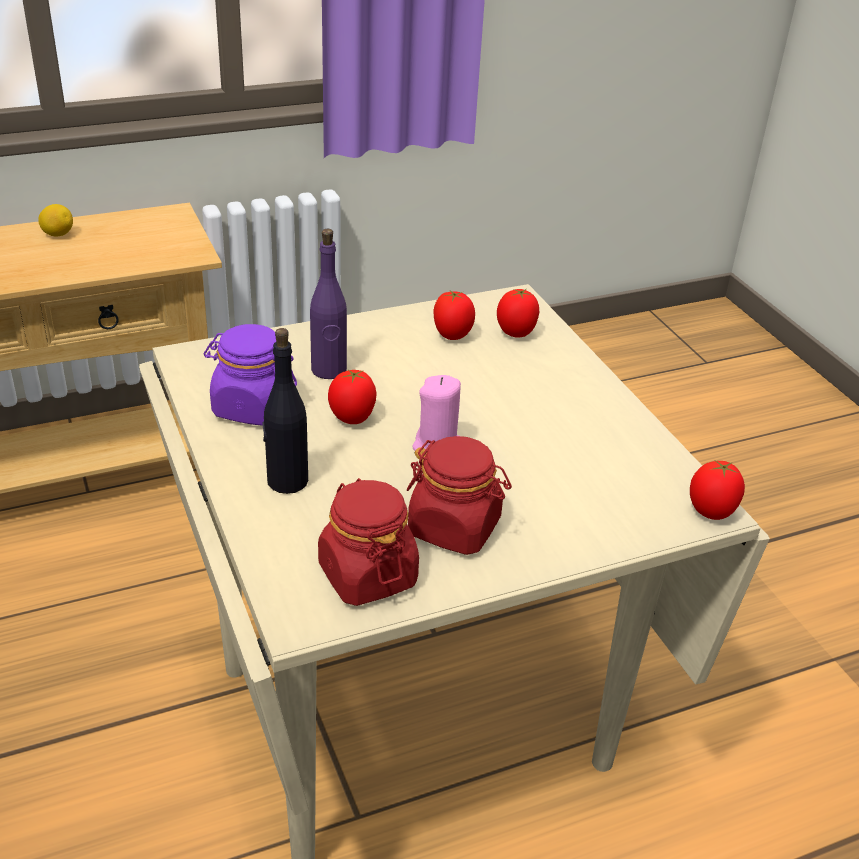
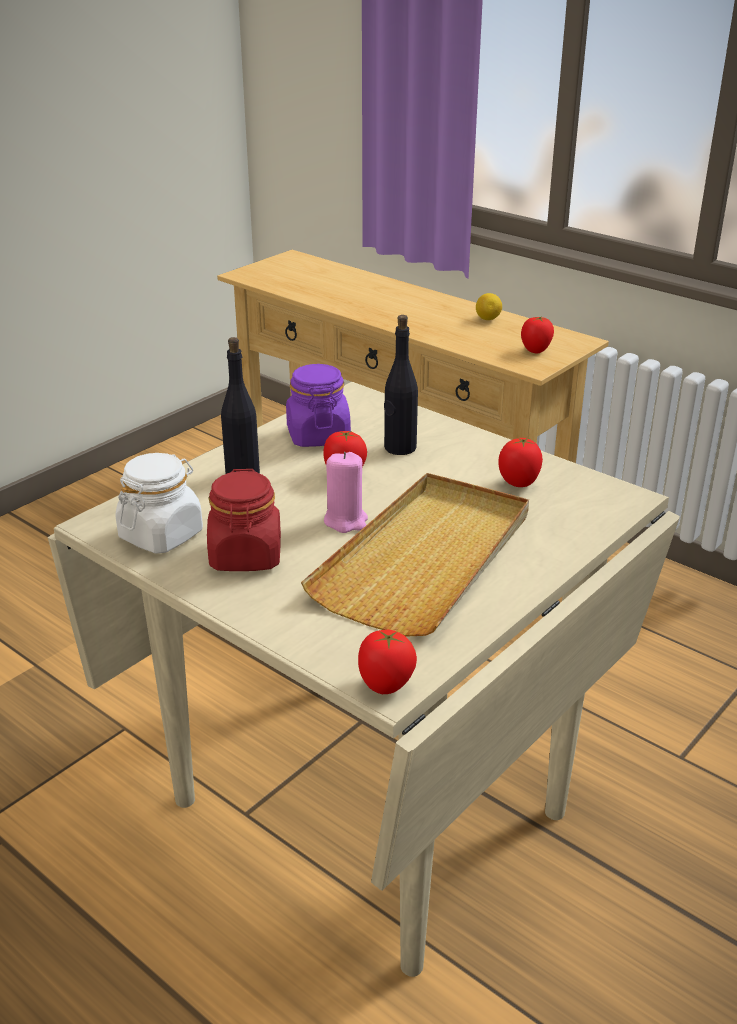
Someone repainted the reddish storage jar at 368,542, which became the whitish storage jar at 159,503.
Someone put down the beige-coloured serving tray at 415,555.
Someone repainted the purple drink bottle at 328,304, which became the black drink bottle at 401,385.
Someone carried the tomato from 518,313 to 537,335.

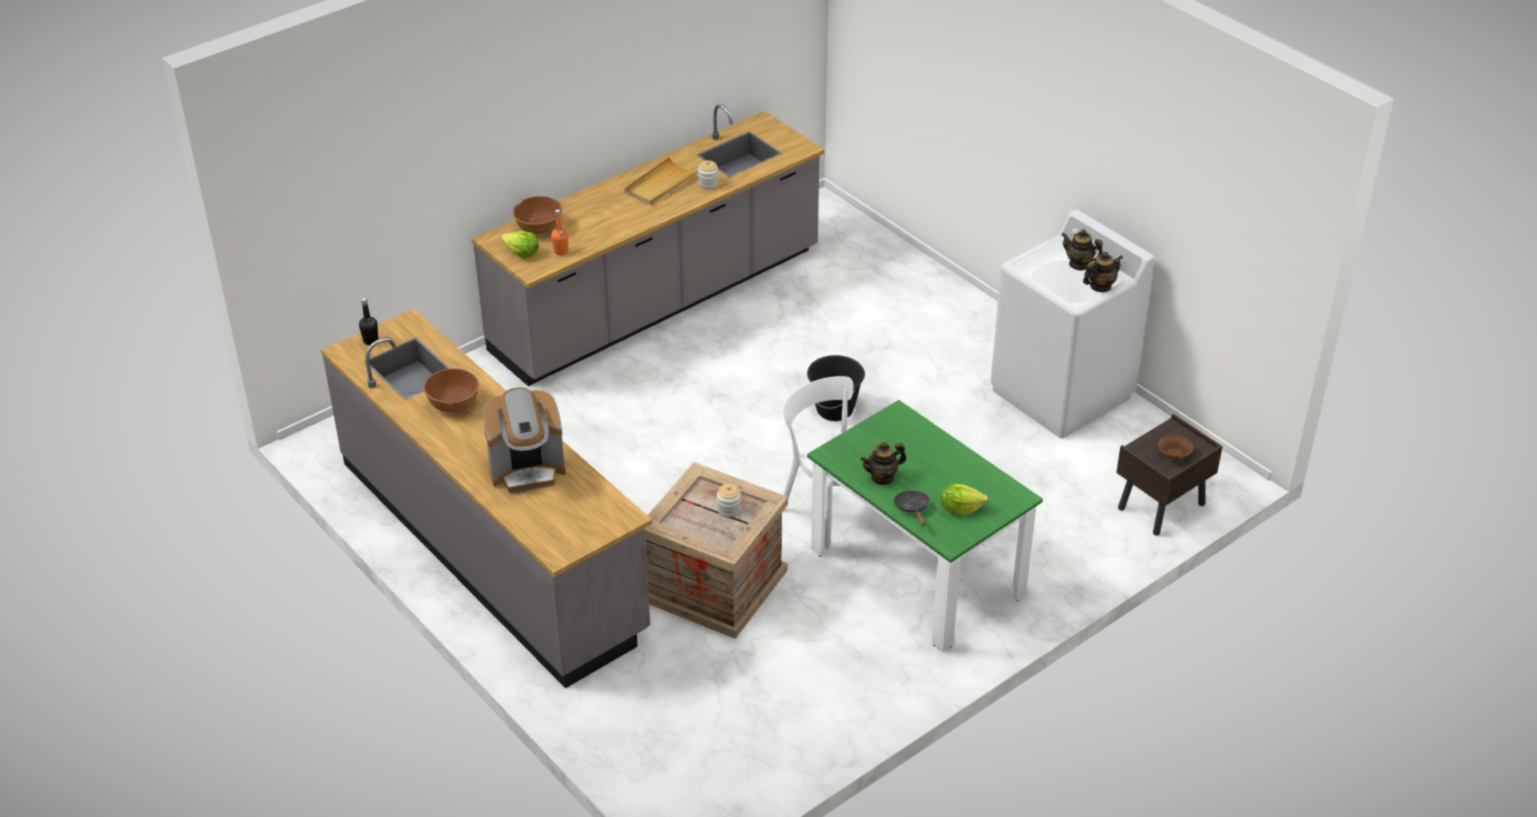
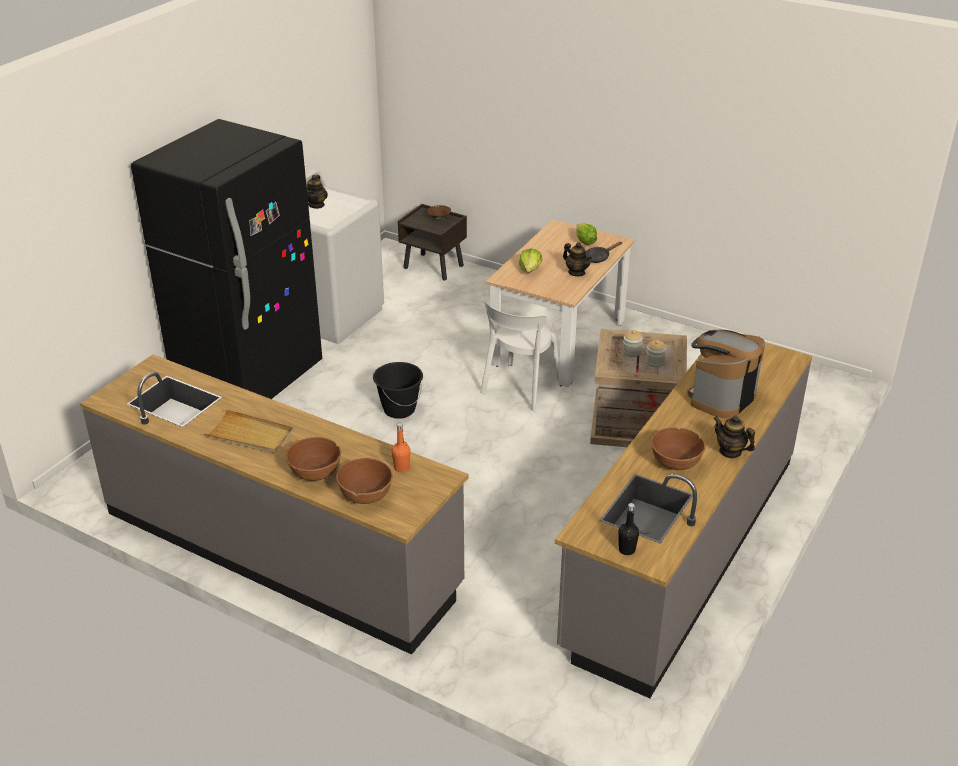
Someone put down the black refrigerator at 226,259.
Someone put down the brown bowl at 313,459.
Someone repainted the greenish kitchen table at 925,525, which became the beige-coloured kitchen table at 560,303.
Someone carried the head of lettuce from 520,244 to 530,260.
Someone carried the storage jar from 708,175 to 656,353.
Someone rotated the coffee machine at 524,440 by 105 degrees counterclockwise.
Someone carried the teapot from 1103,272 to 734,437.

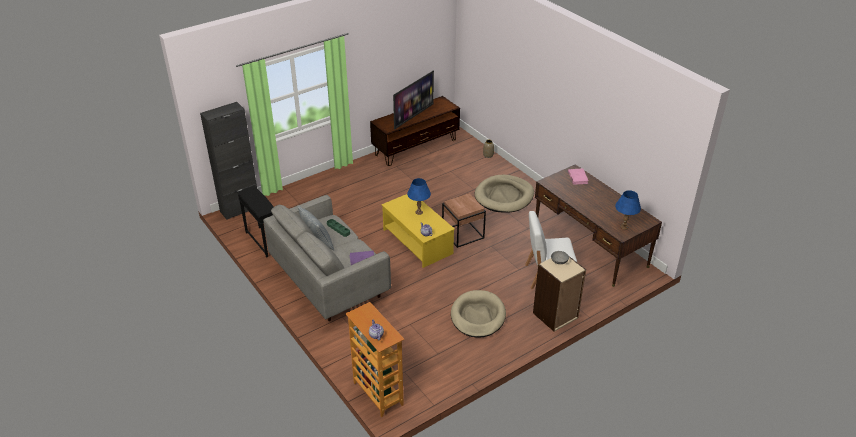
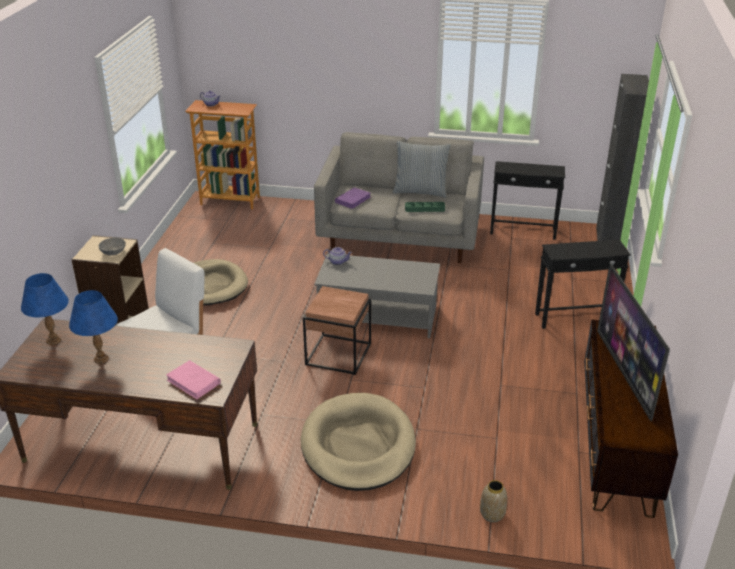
Someone carried the blue lamp for a table from 419,196 to 93,327.
Someone repainted the yellow coffee table at 418,231, which became the grey coffee table at 377,295.
Someone put down the black side table at 583,284.

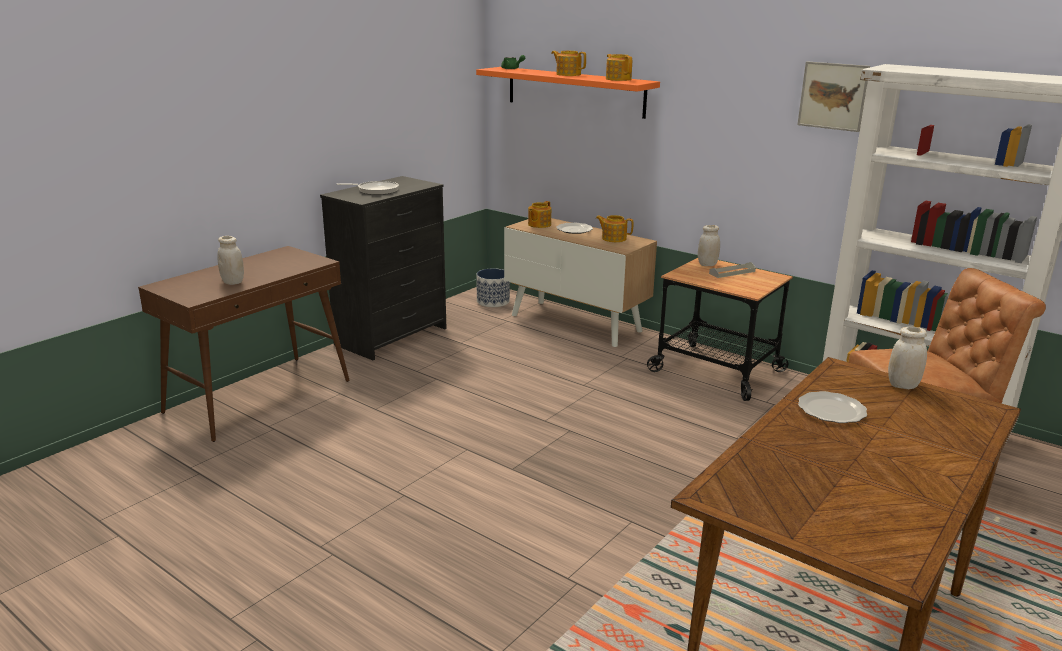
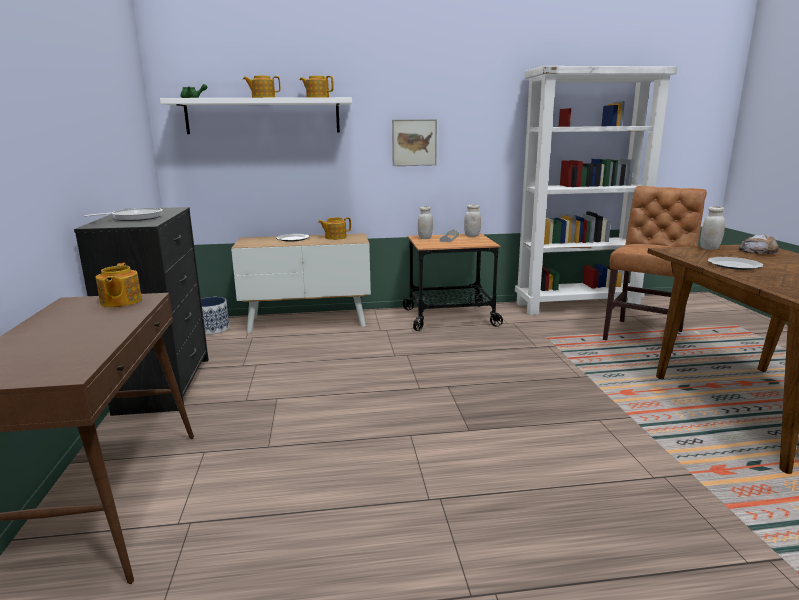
Someone carried the teapot from 539,214 to 119,285.
Someone repainted the orange-coloured shelf at 568,93, which became the whitish shelf at 256,115.
Someone carried the picture from 833,96 to 414,142.
Someone carried the whitish storage jar from 230,260 to 472,221.
Someone put down the baked bread at 759,244.

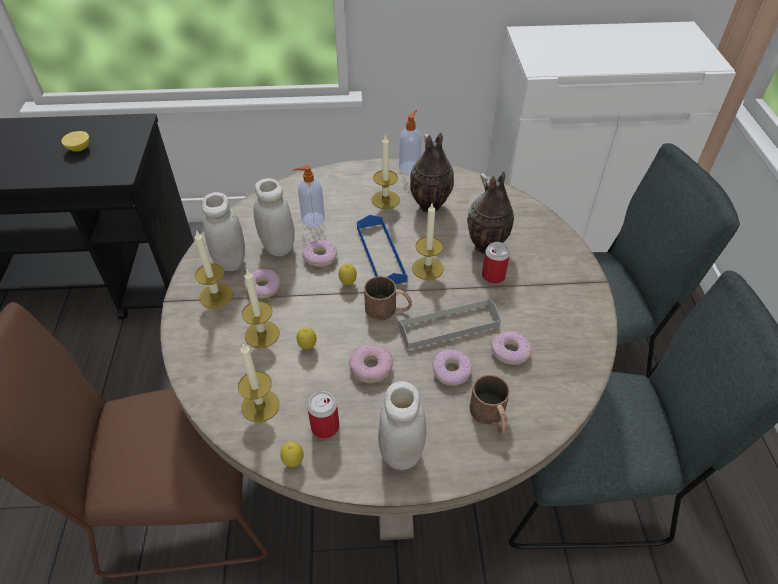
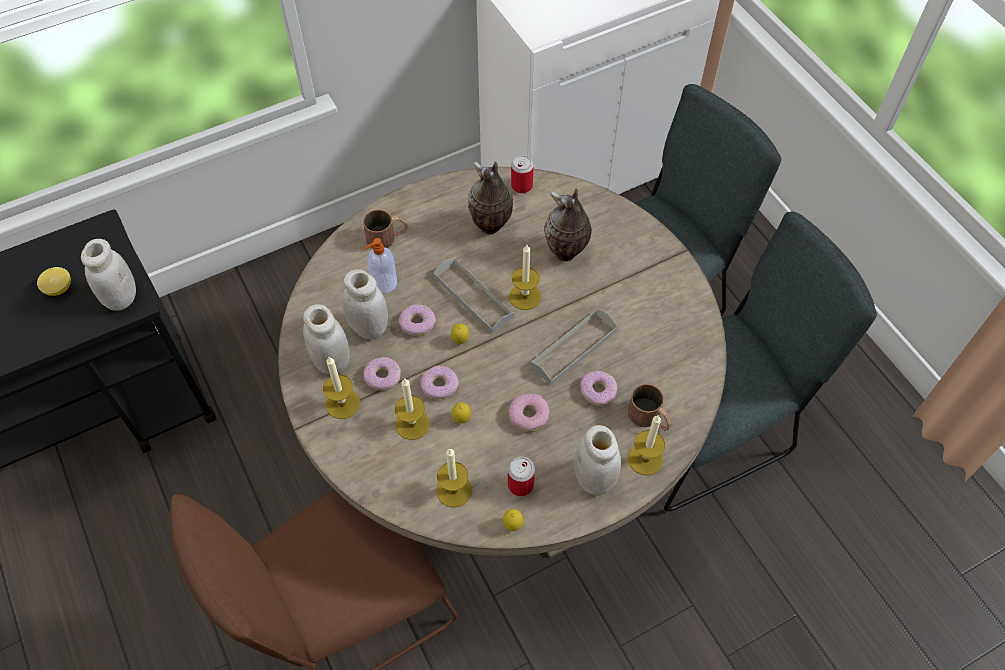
Someone put down the whitish storage jar at 108,275.
Someone carried the brown mug from 388,298 to 385,229.
Someone carried the donut from 511,348 to 439,382.
Someone repainted the blue serving tray at 382,249, which became the grey serving tray at 473,295.
Someone carried the sealed can from 496,263 to 522,174.
Someone carried the wax light from 385,172 to 646,445.
Someone took away the soap dispenser at 410,142.

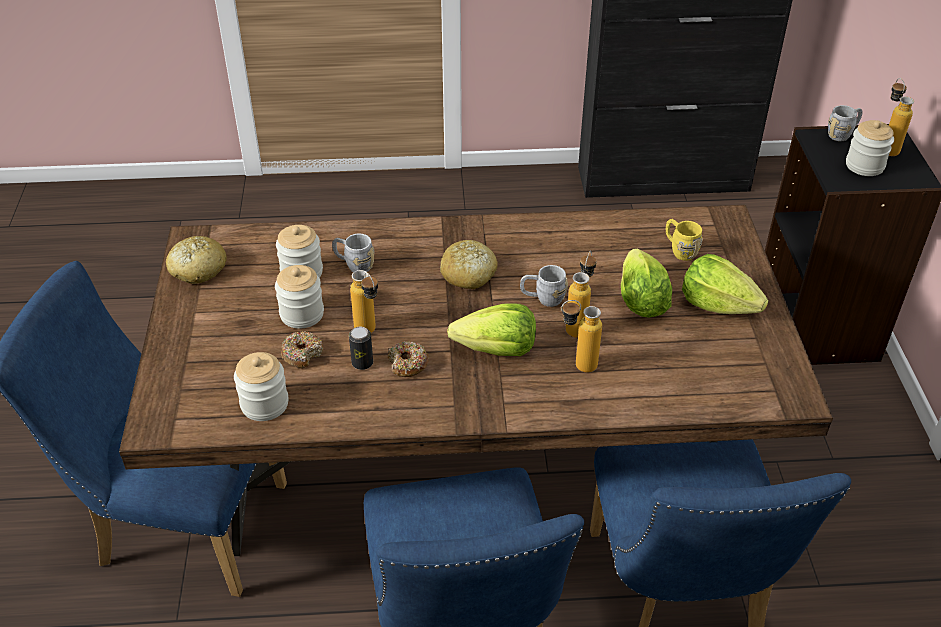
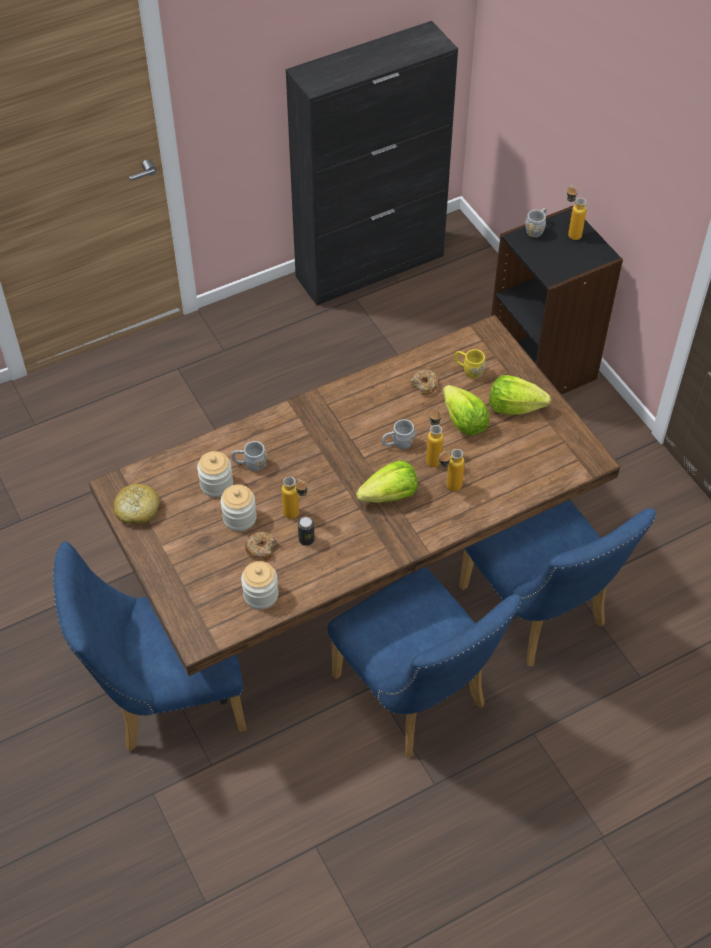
Someone carried the donut from 408,359 to 425,382.
Someone took away the baked bread at 469,264.
Someone took away the storage jar at 870,148.

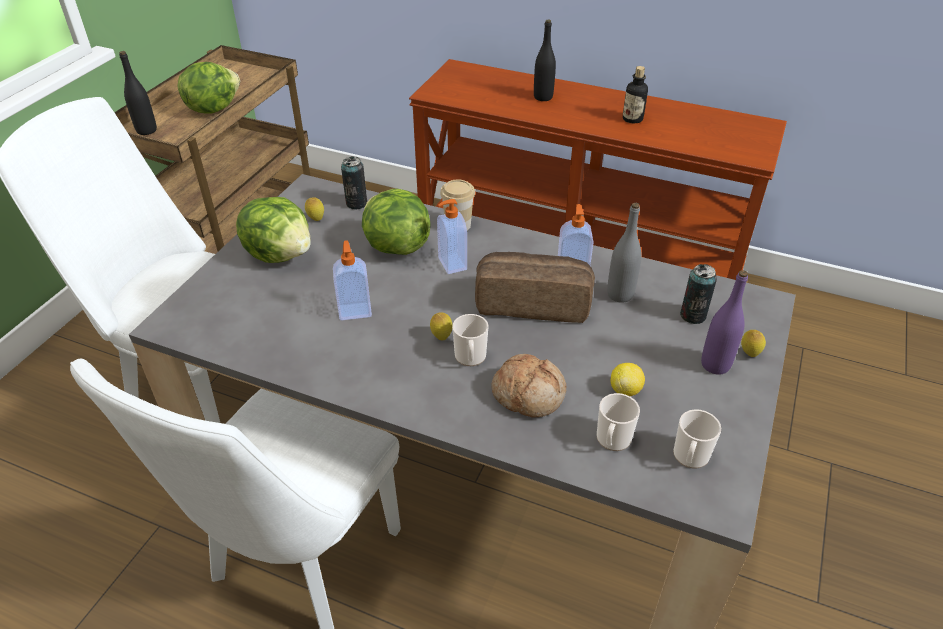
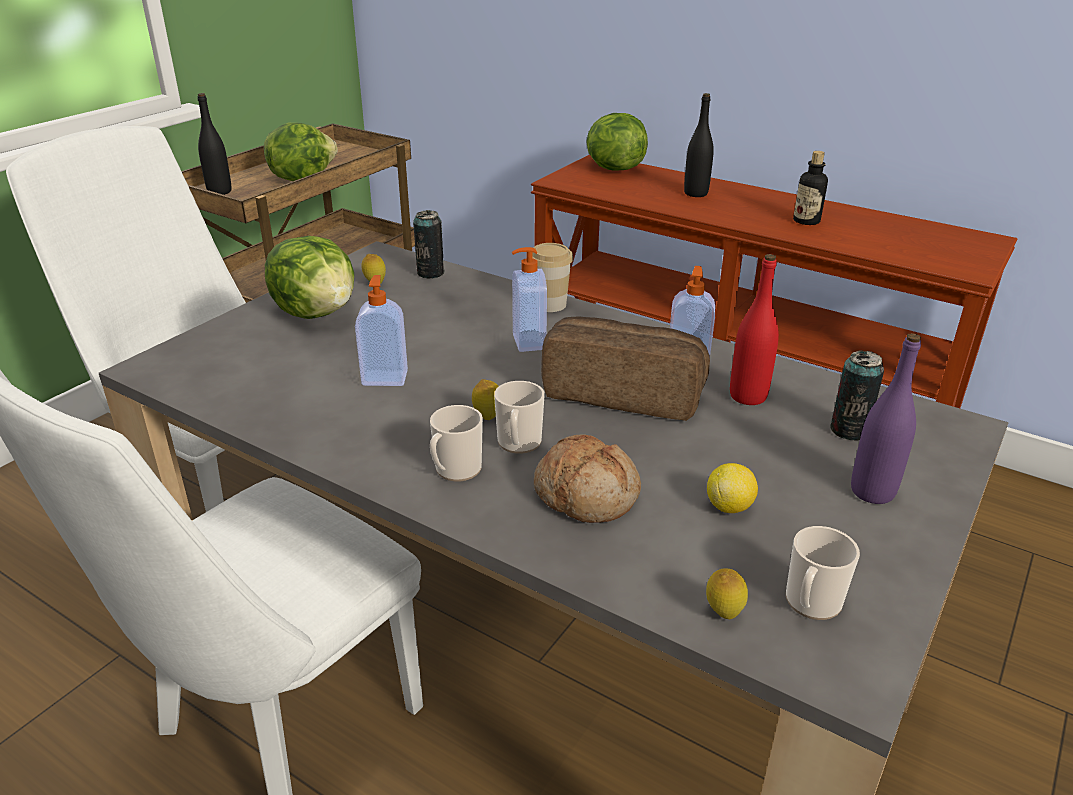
Someone carried the mug from 618,422 to 456,443.
Someone carried the head of lettuce from 396,222 to 617,141.
Someone carried the whole lemon from 753,343 to 727,593.
Someone repainted the grey drink bottle at 624,253, which became the reddish drink bottle at 754,329.

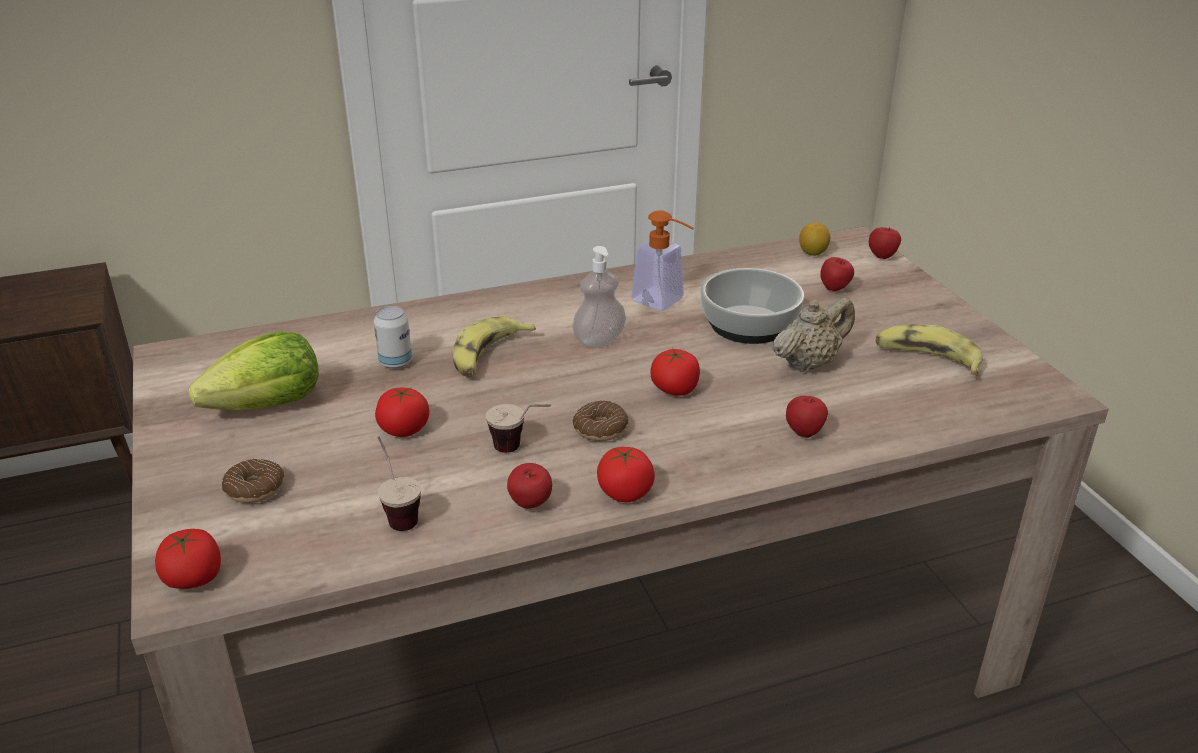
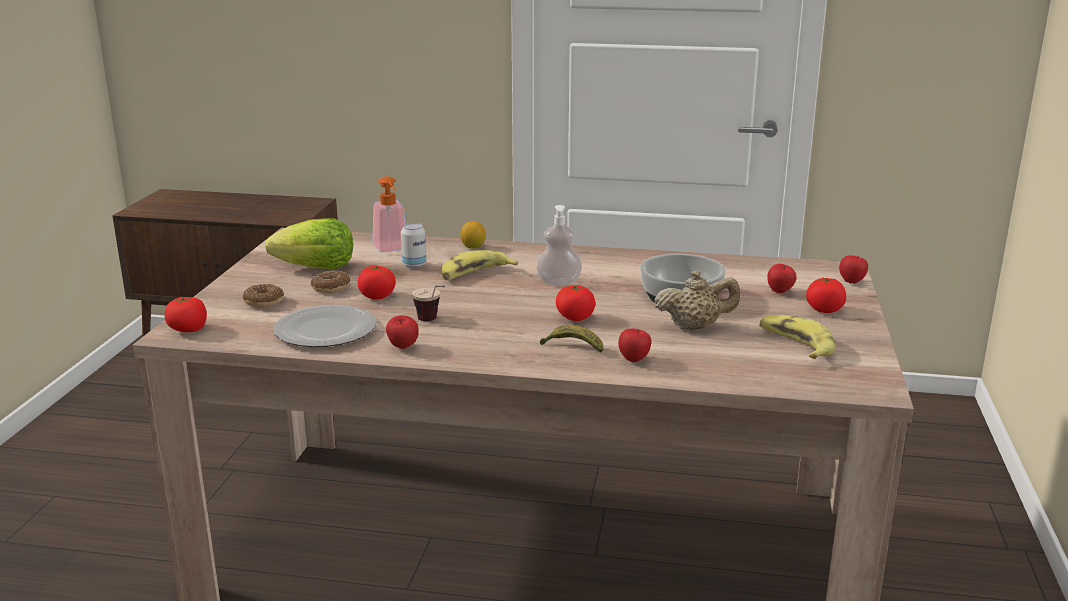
Someone swapped the cup at 399,483 for the flat dish at 324,326.
Someone carried the donut from 600,421 to 330,282.
Someone carried the soap dispenser from 662,260 to 389,214.
Someone carried the whole lemon from 814,239 to 473,234.
Someone put down the banana at 572,339.
Someone carried the tomato from 626,474 to 826,295.

